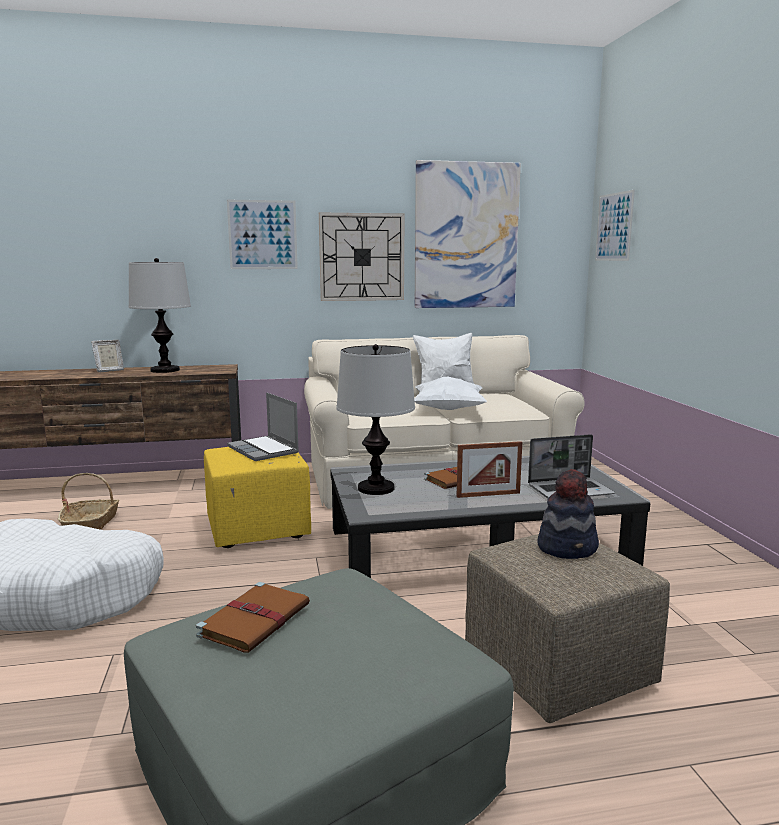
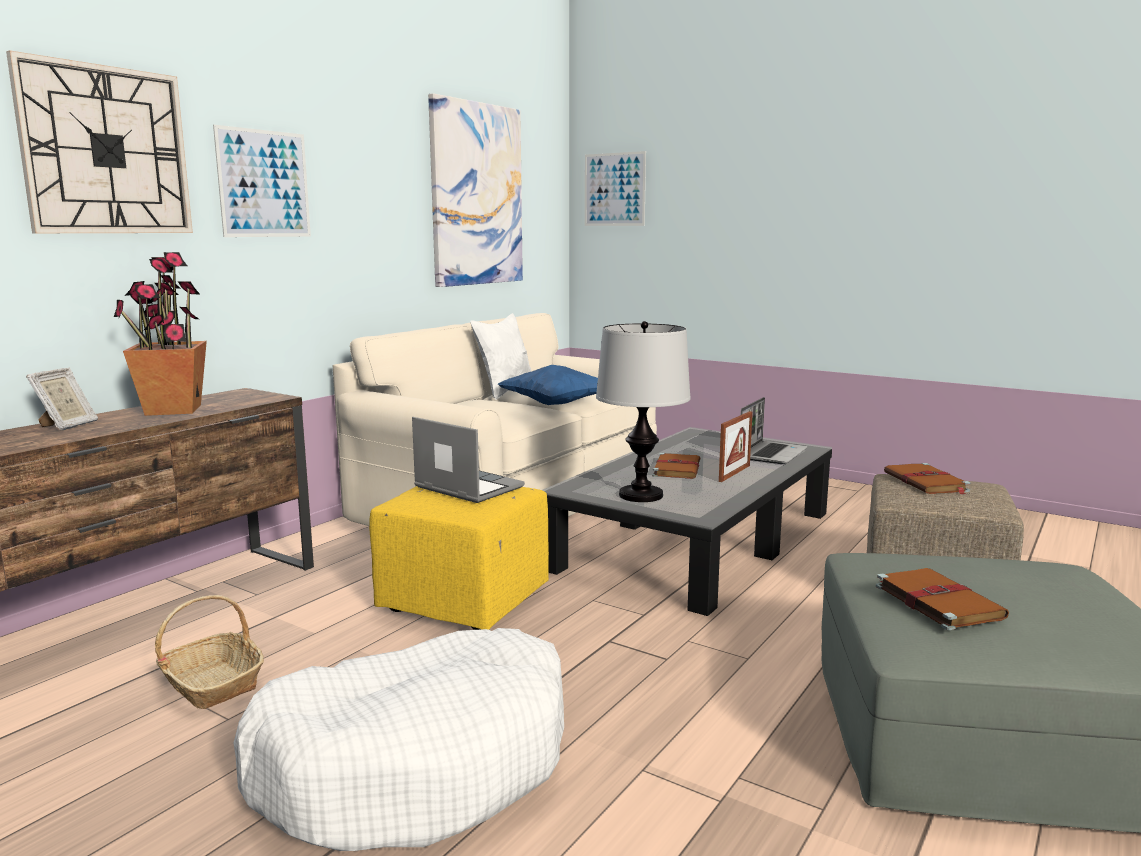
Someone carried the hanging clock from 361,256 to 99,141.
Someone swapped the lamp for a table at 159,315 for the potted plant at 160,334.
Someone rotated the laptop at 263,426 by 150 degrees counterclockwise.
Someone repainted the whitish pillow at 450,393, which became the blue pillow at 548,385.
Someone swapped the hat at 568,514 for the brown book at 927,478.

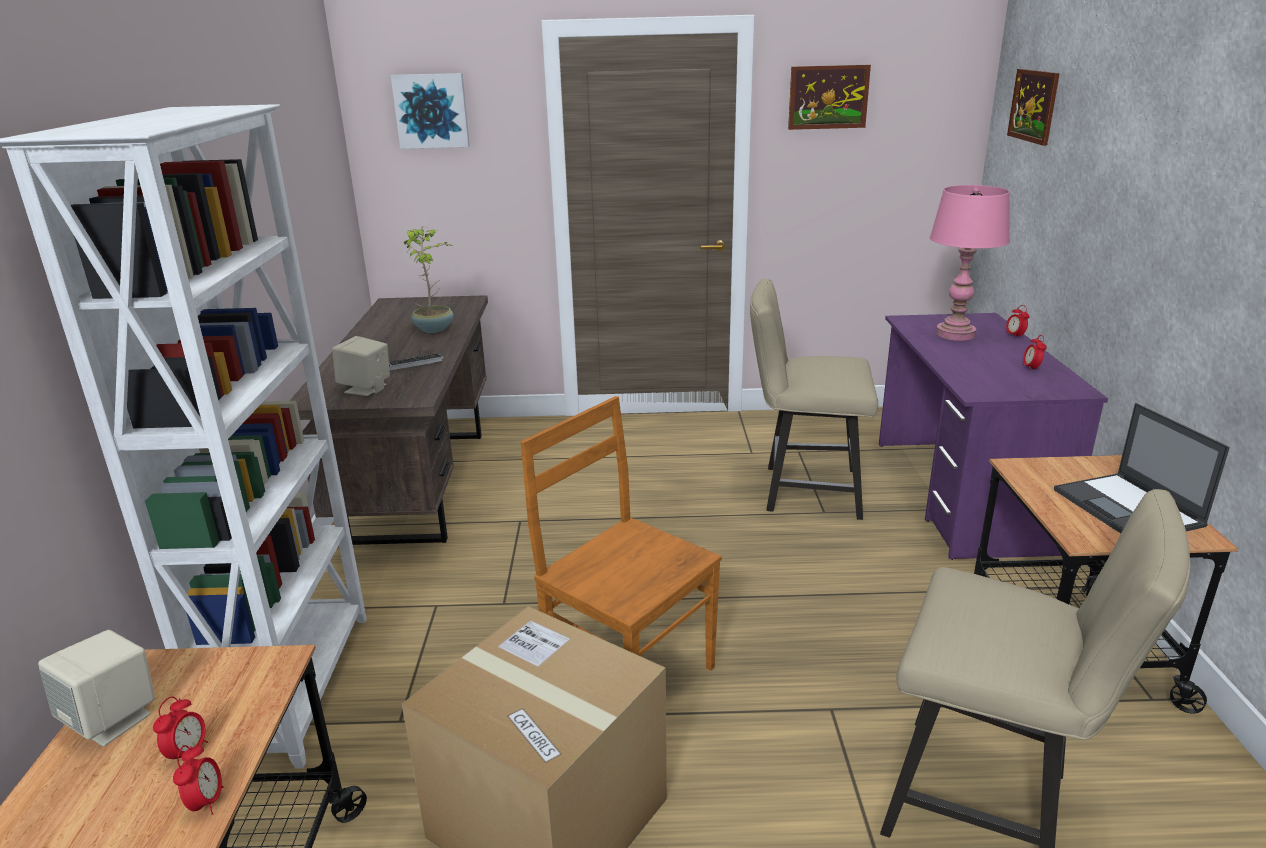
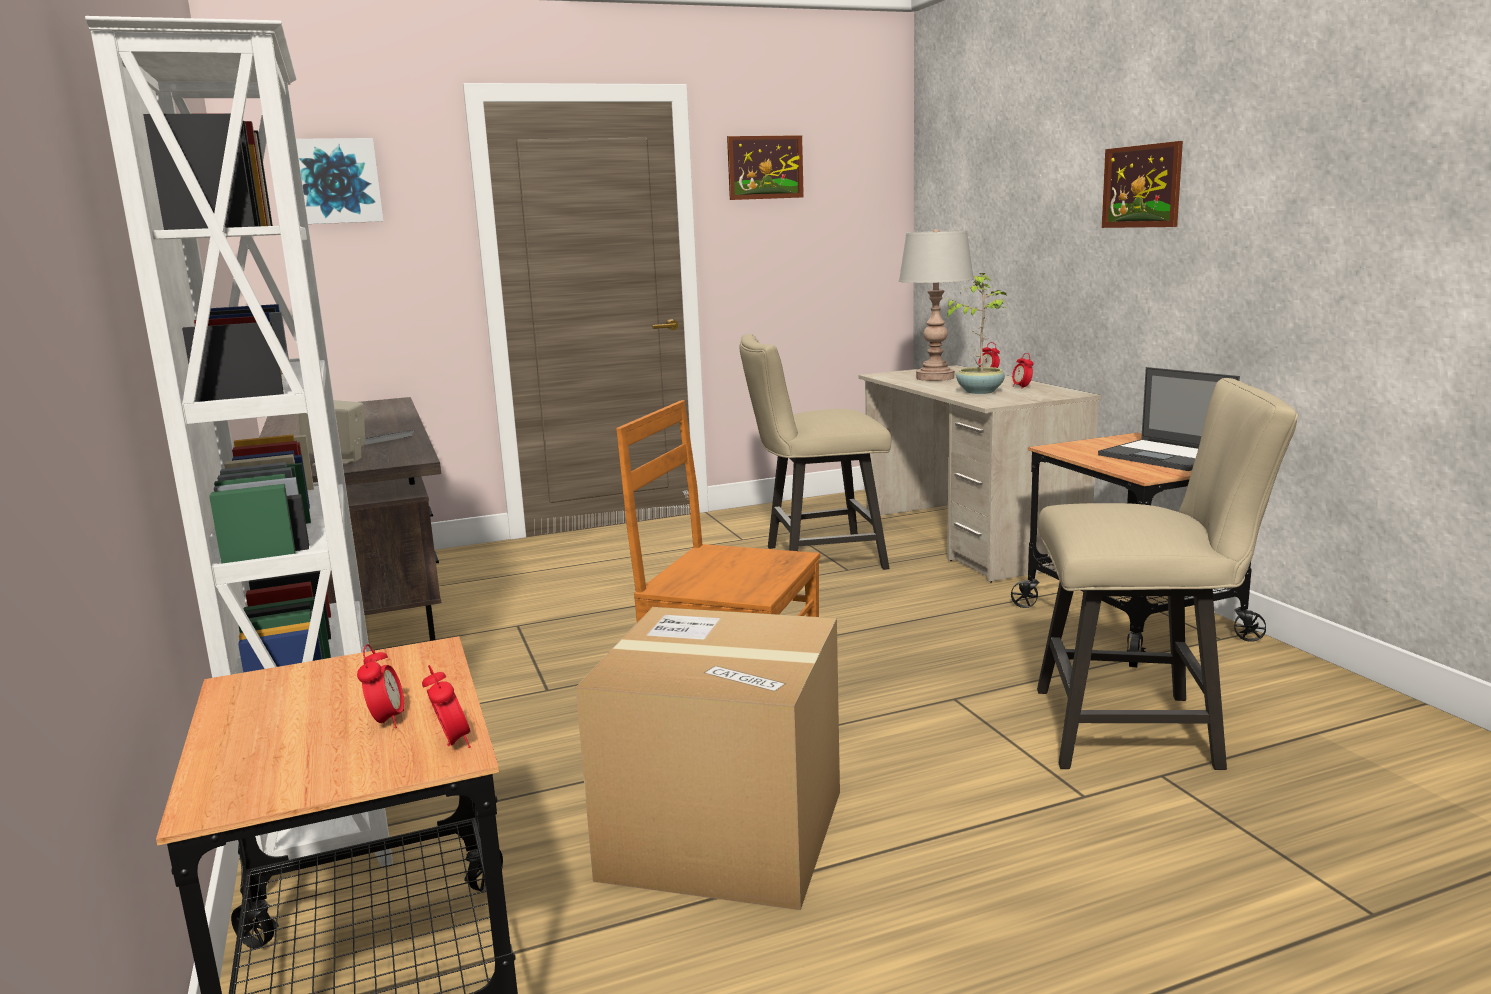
Someone repainted the purple desk at 993,436, which became the beige-coloured desk at 980,474.
Someone repainted the pink-coloured lamp for a table at 969,263, which became the grey lamp for a table at 936,305.
Someone carried the potted plant from 429,279 to 977,333.
Someone carried the picture from 1033,107 to 1142,184.
Someone took away the beige-coloured loudspeaker at 96,688.

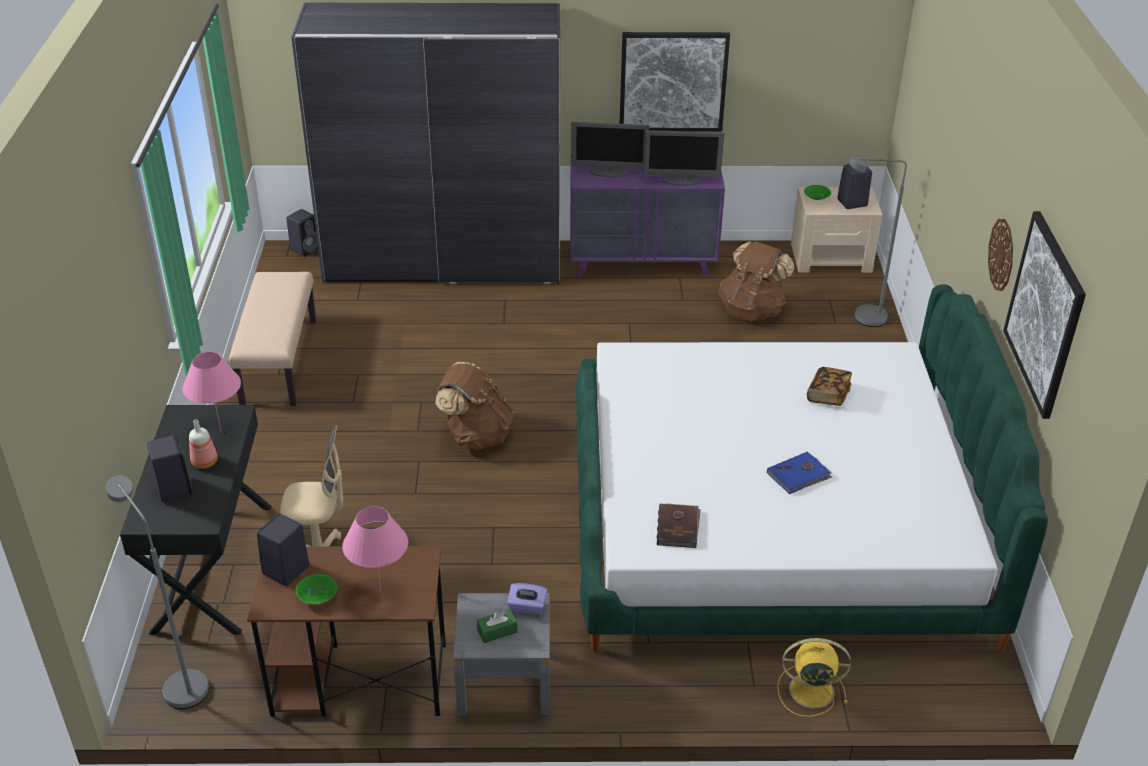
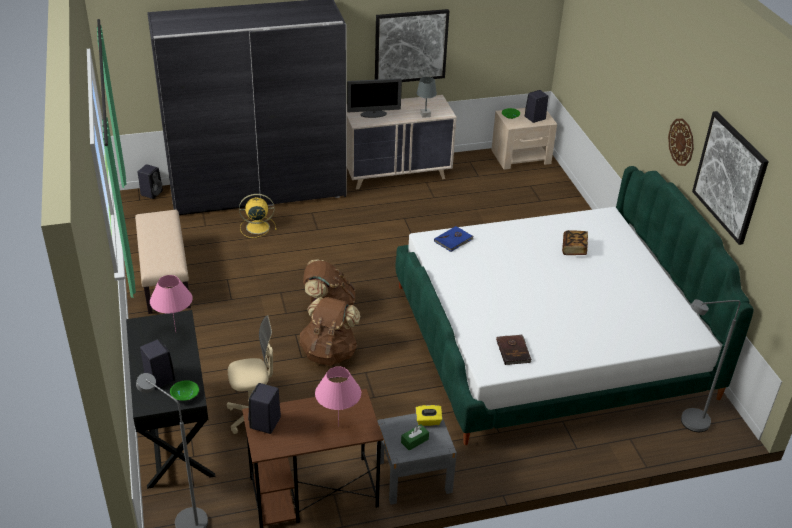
Someone carried the greenish bowl from 316,589 to 184,390.
Someone carried the yellow cooling fan from 814,677 to 258,216.
Someone carried the brown backpack from 756,281 to 330,331.
Someone repainted the purple dresser at 647,221, which became the beige-coloured dresser at 401,142.
Someone repainted the purple box of tissues at 527,599, which became the yellow box of tissues at 428,415.
Someone swapped the computer screen at 684,158 for the grey lamp for a table at 427,97.
Someone carried the blue book from 799,472 to 454,239.
Someone carried the grey standing lamp from 878,241 to 711,365.
Someone took away the drink bottle at 203,444.

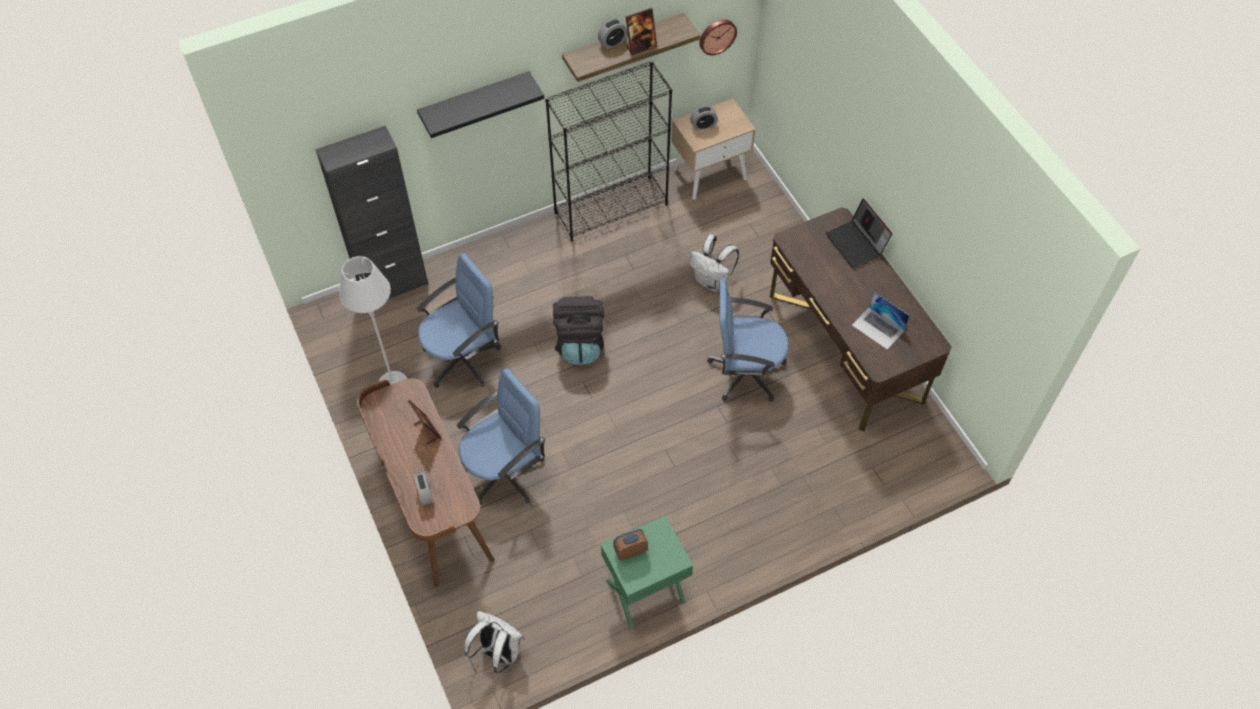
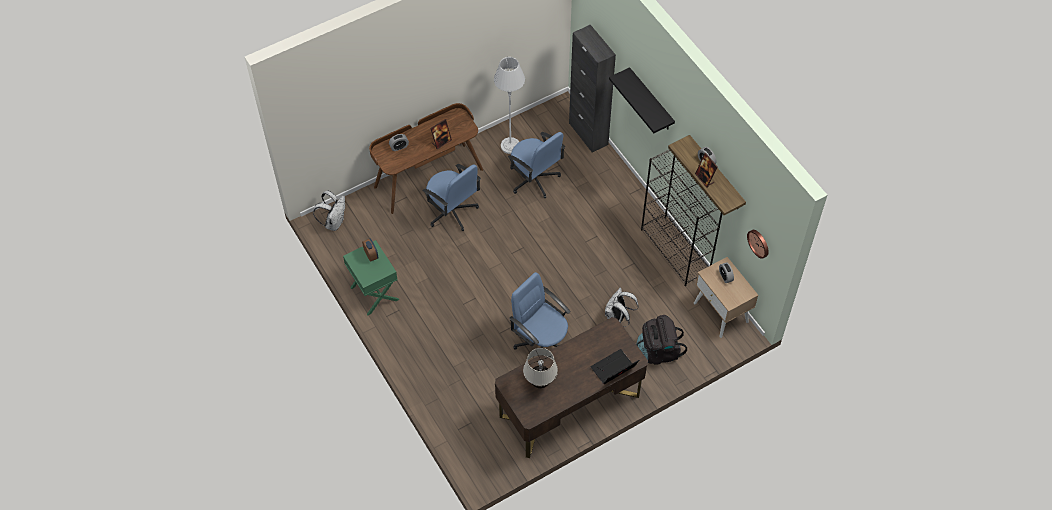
Someone rotated the blue computer chair at 748,340 by 45 degrees counterclockwise.
Someone swapped the laptop at 881,320 for the beige-coloured lamp for a table at 540,368.
Someone carried the black backpack from 578,330 to 661,340.

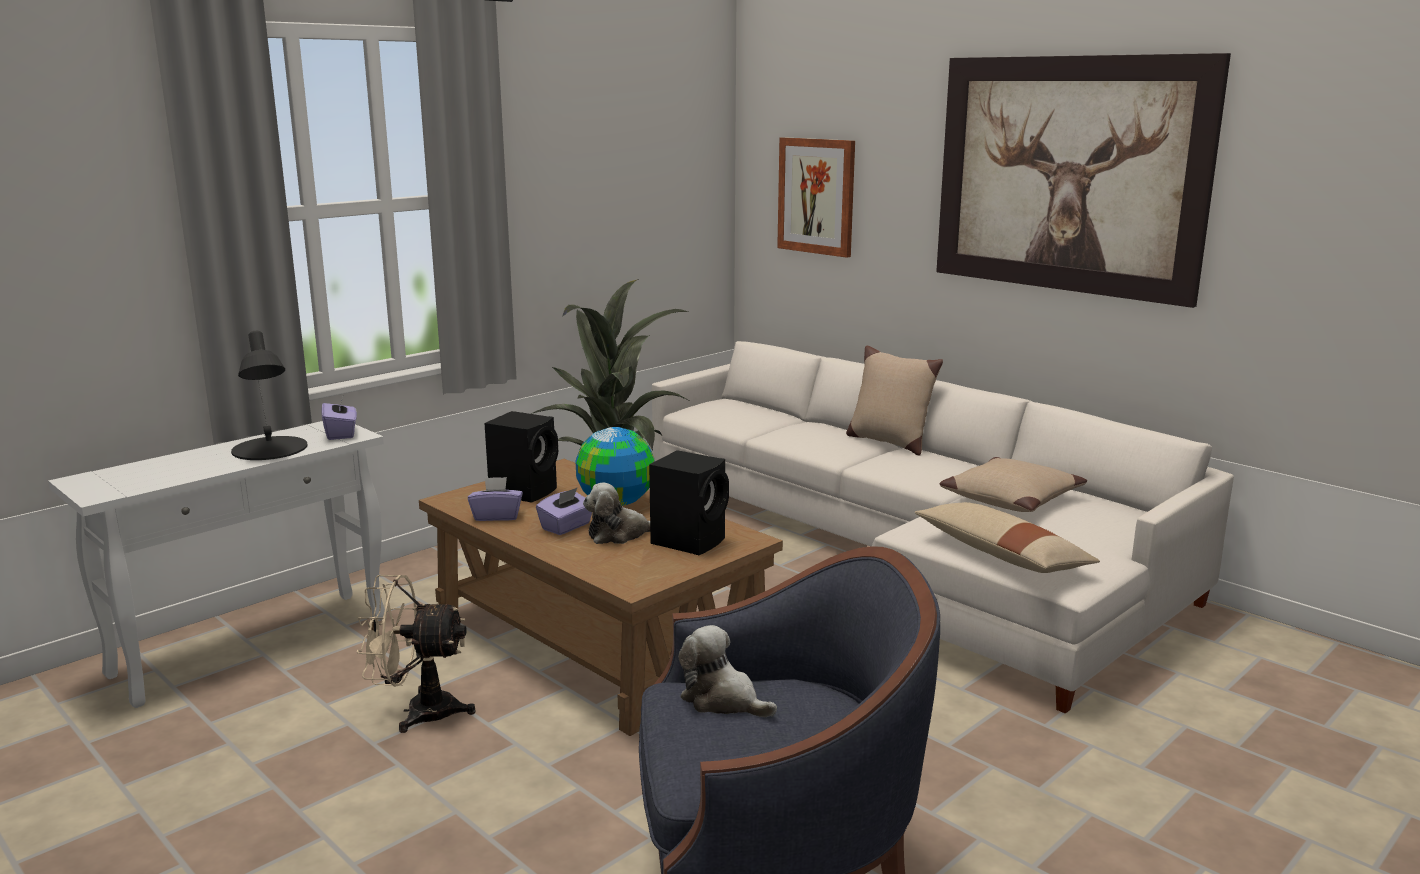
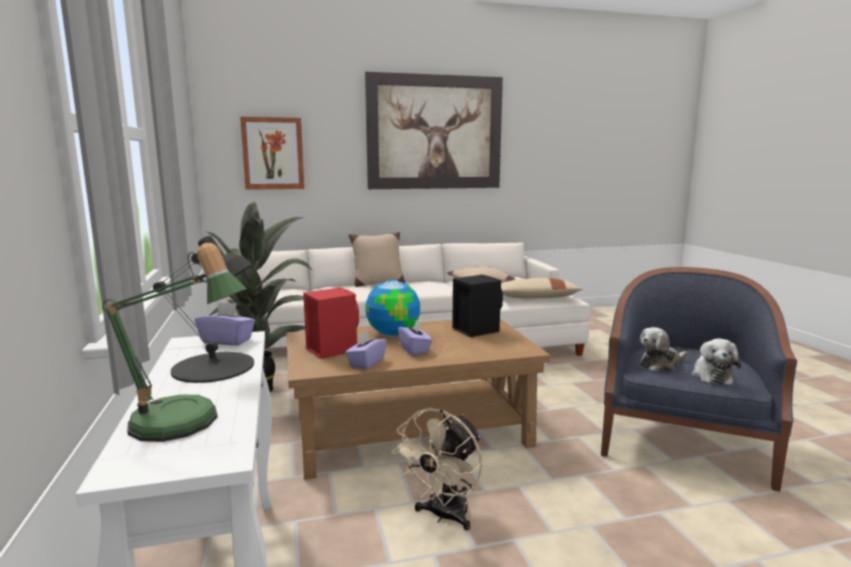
Someone put down the lamp for a table at 174,342.
Someone repainted the black loudspeaker at 521,457, which became the reddish loudspeaker at 331,323.
Someone carried the plush toy from 616,513 to 716,361.

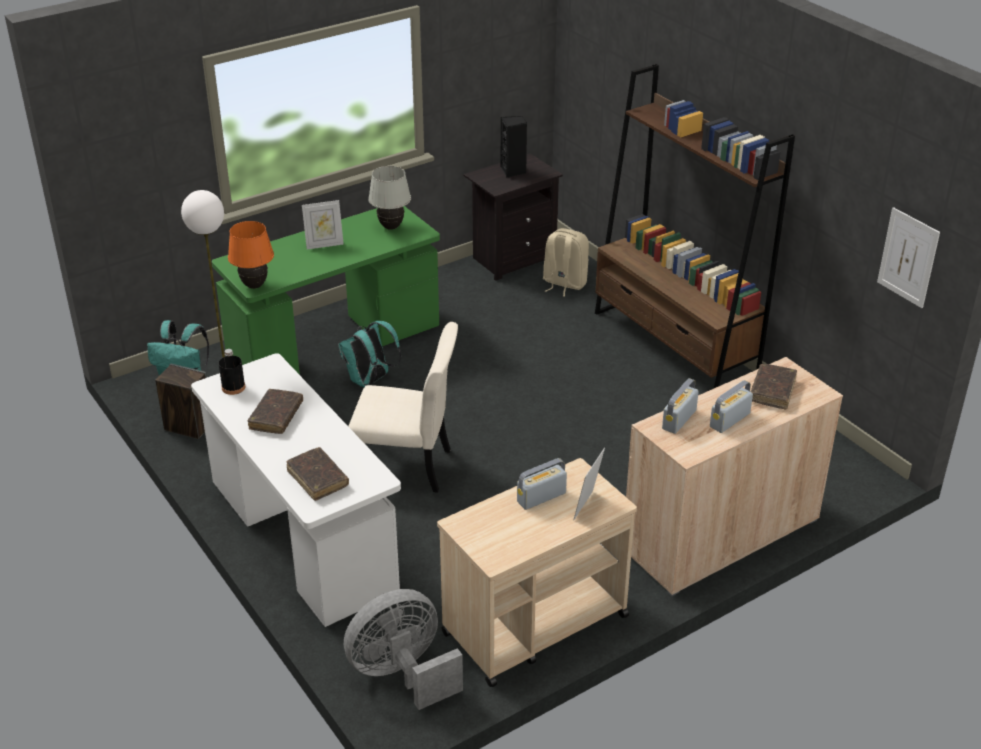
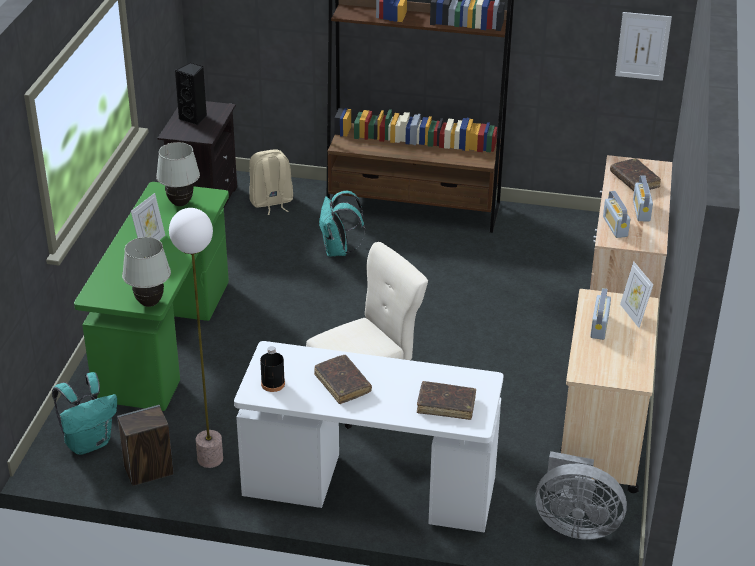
Someone repainted the orange-coloured lamp for a table at 251,255, which became the whitish lamp for a table at 146,272.
Someone carried the turquoise-coloured backpack from 369,354 to 342,224.
Someone rotated the grey cooling fan at 403,649 by 90 degrees counterclockwise.

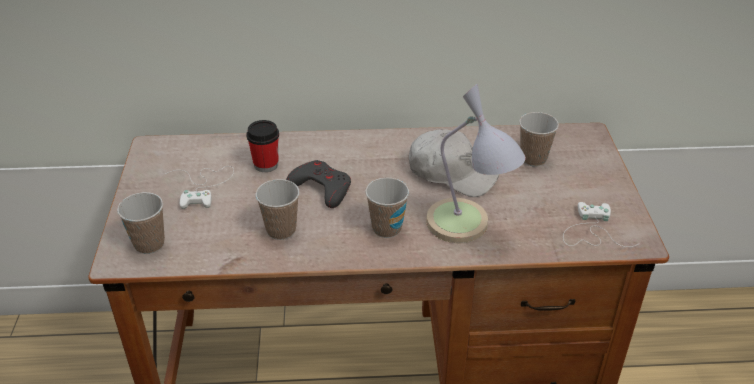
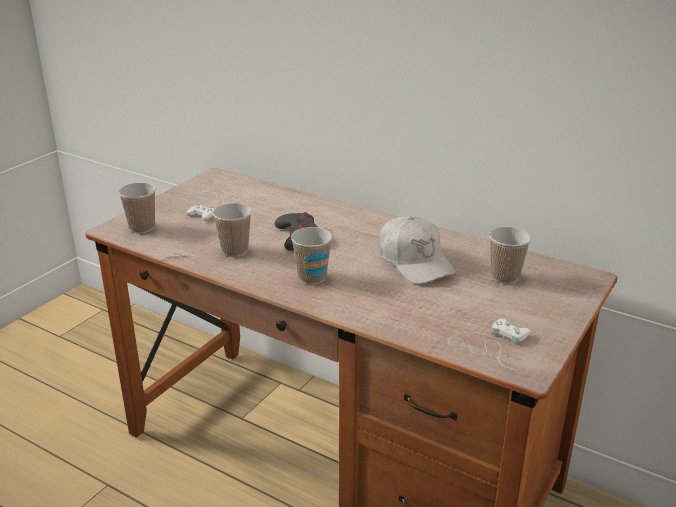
Someone took away the cup at 262,146.
Someone took away the lamp for a table at 476,163.

